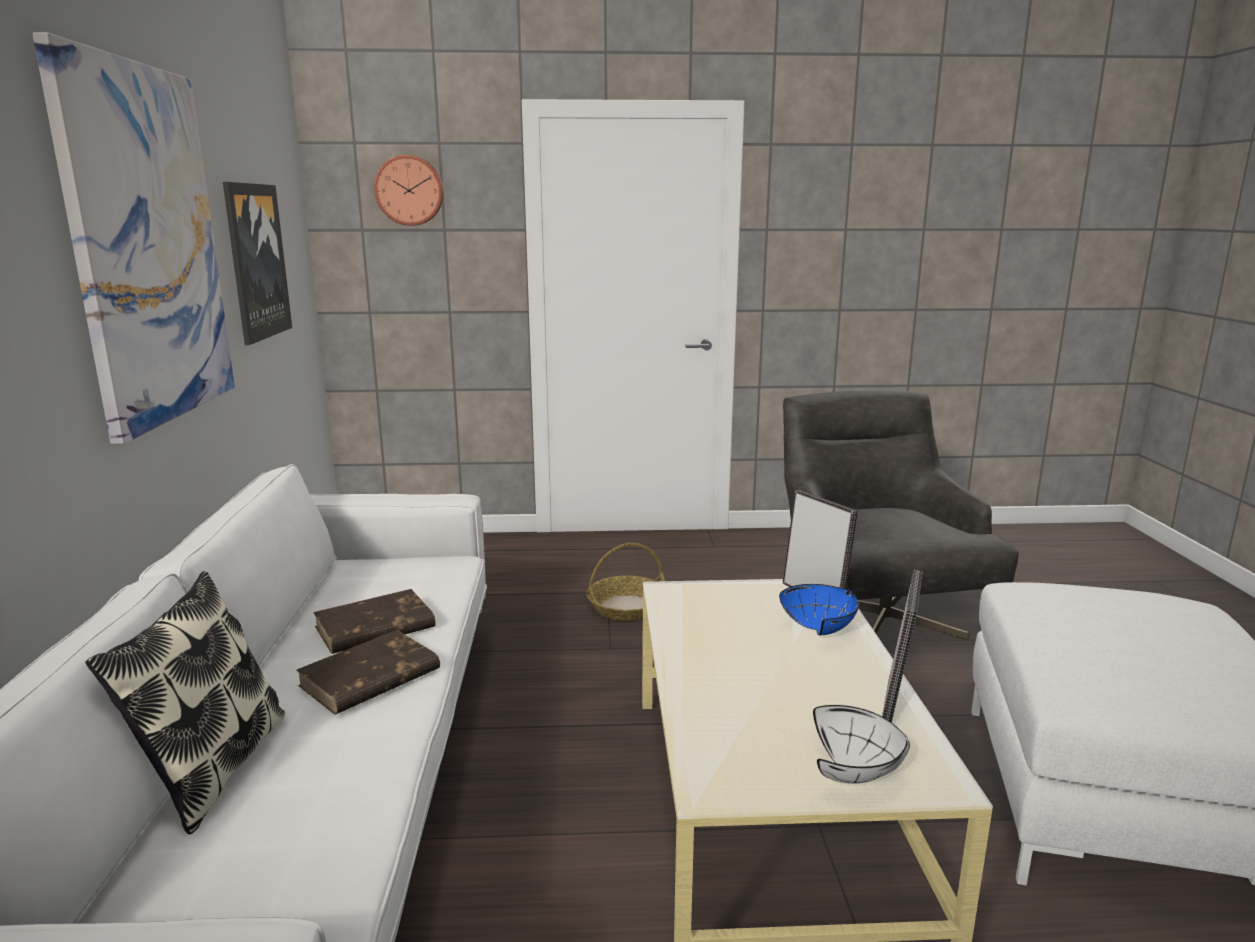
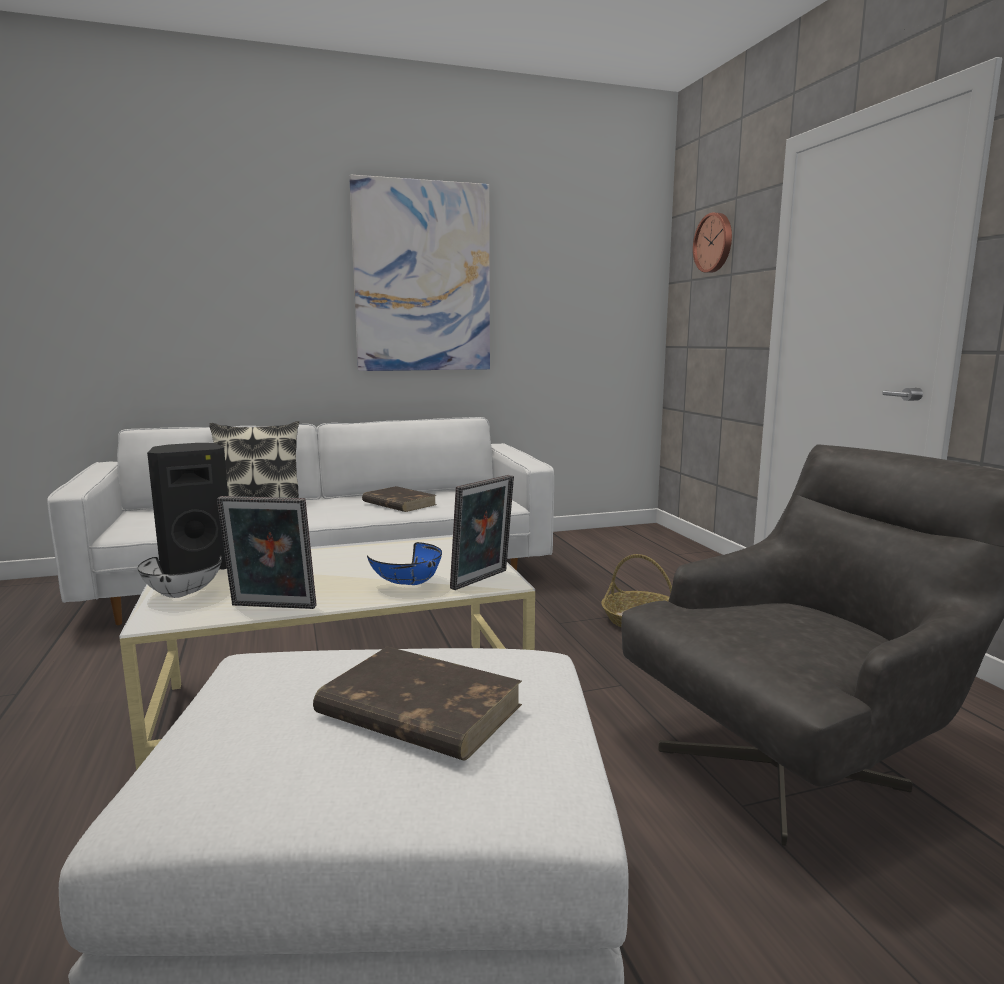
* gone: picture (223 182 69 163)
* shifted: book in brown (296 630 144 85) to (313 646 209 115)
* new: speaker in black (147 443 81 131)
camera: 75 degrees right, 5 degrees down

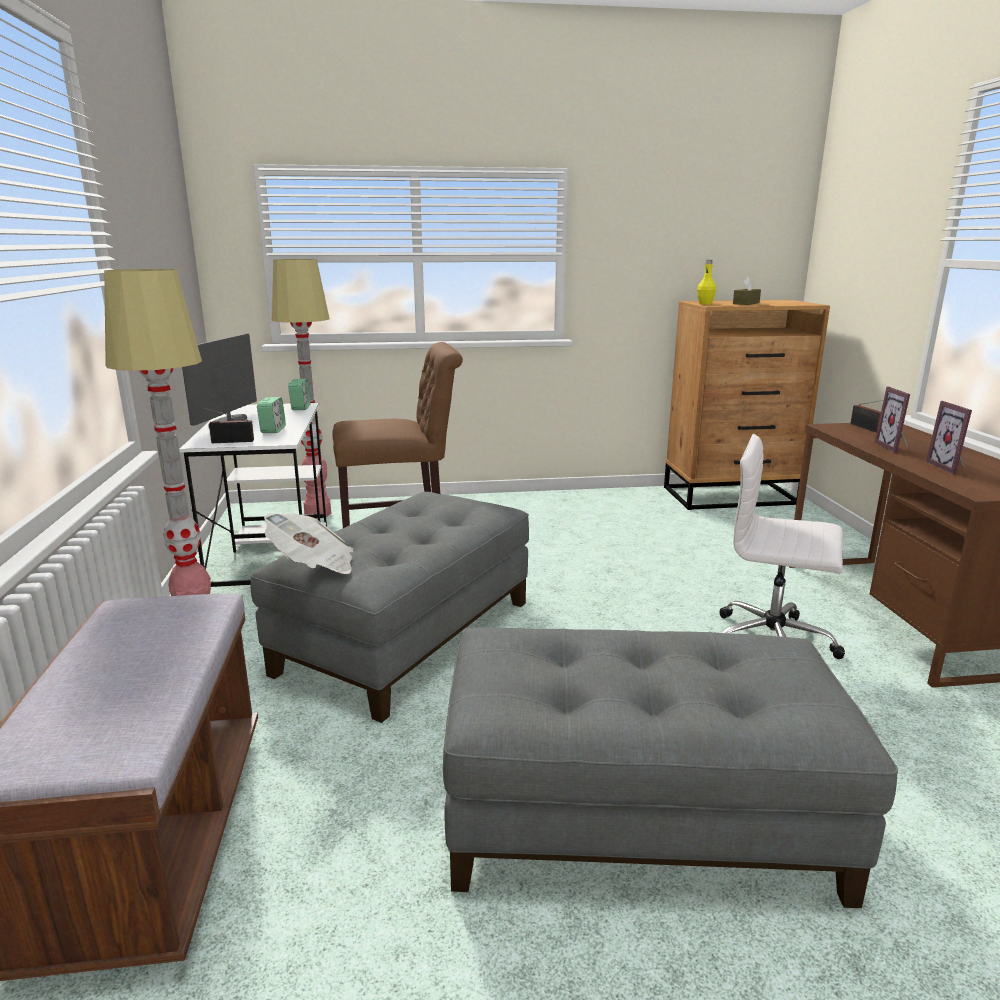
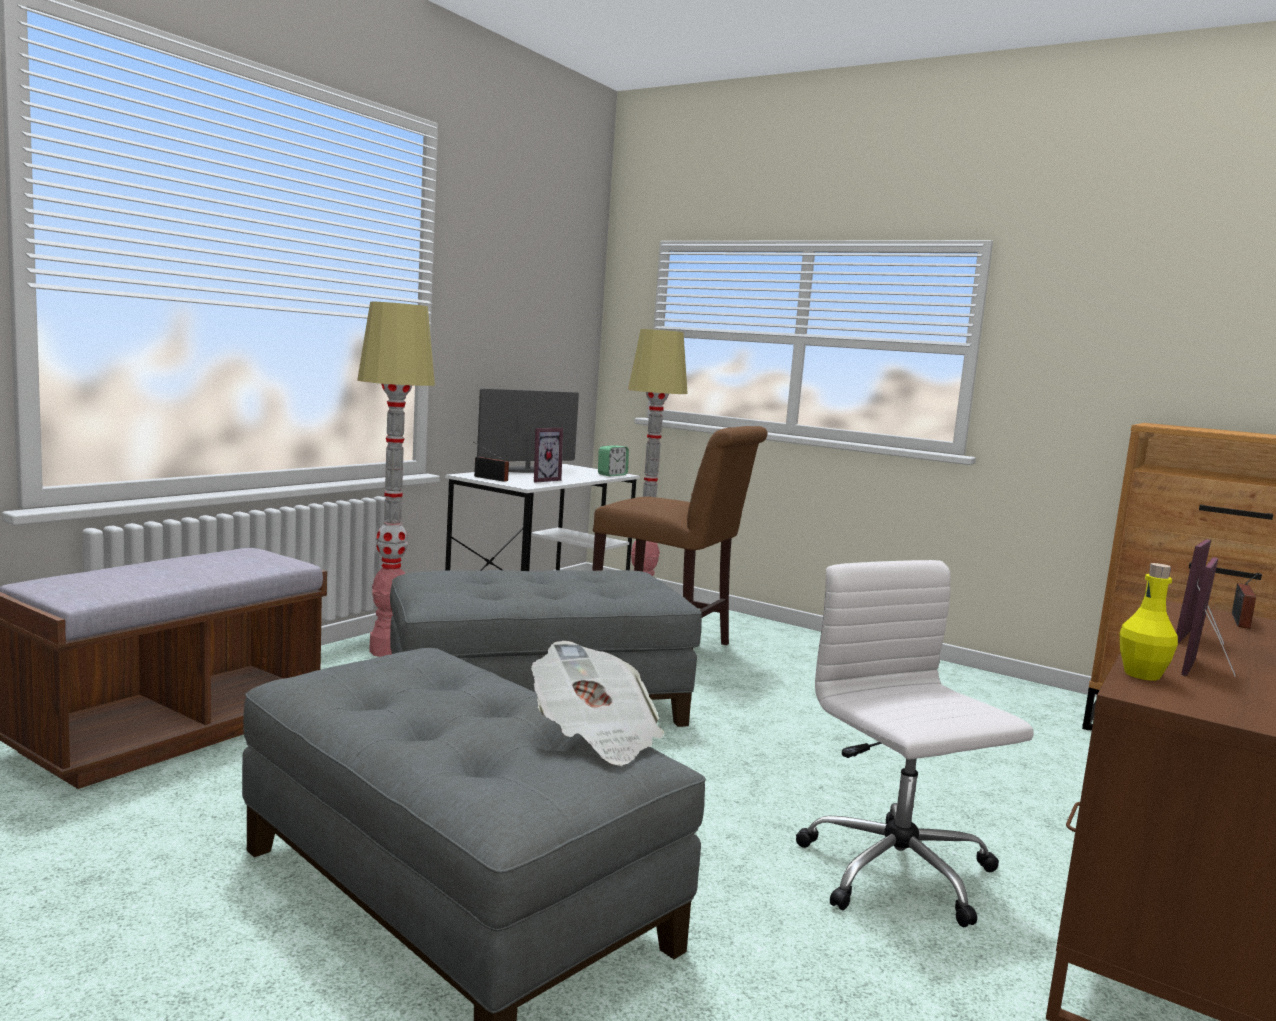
* shifted: bottle in yellow (697 260 19 45) to (1119 563 59 118)
* gone: tissue box in brown (733 276 28 29)
* swapped: alarm clock (257 397 29 36) to picture frame (534 428 29 54)
* shifted: newspaper (264 513 89 61) to (531 641 134 125)
camera: 40 degrees right, 10 degrees down

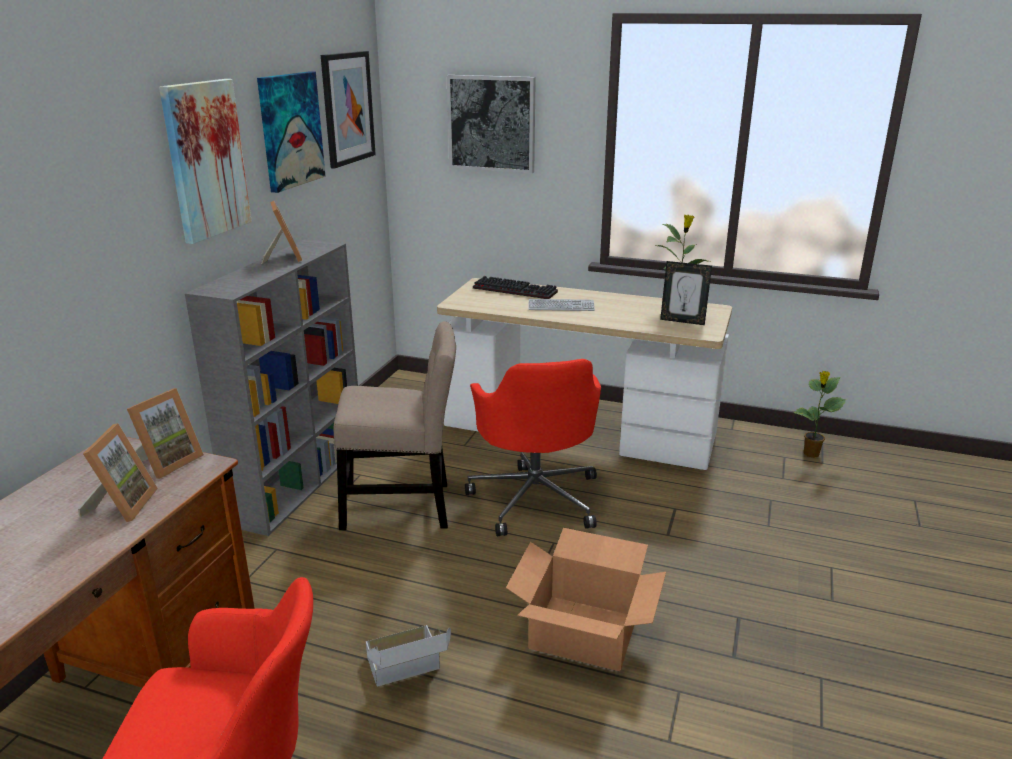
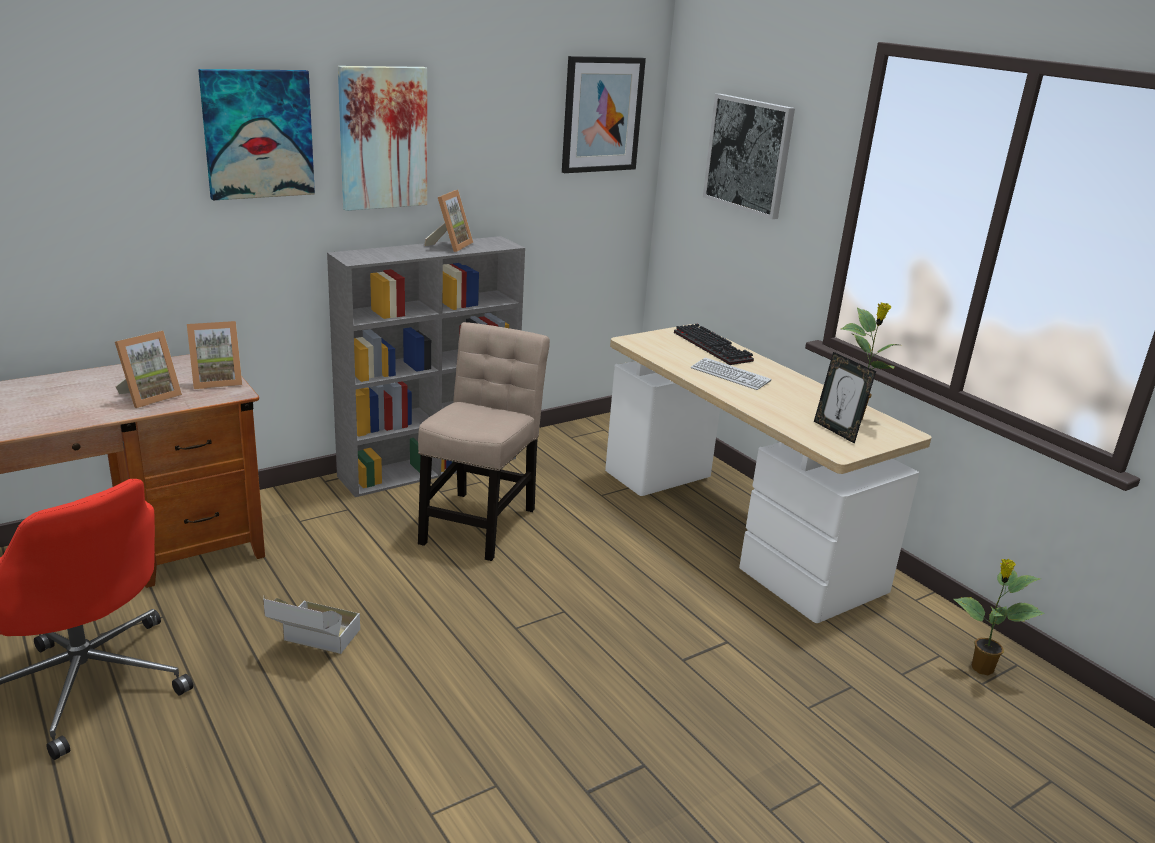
* shifted: picture (257 71 68 122) to (198 69 117 132)
* rotated: chair in beige (333 321 123 209) = (418 322 132 239) 105 degrees counterclockwise
* gone: office chair in red (465 359 136 177)
* gone: cardboard box (506 528 160 143)
camera: 35 degrees right, 0 degrees up

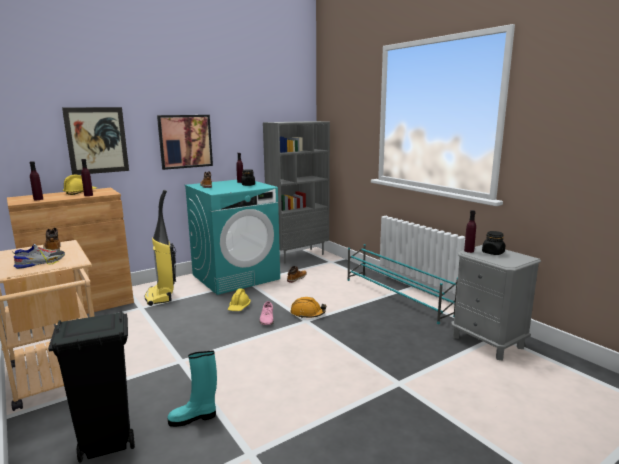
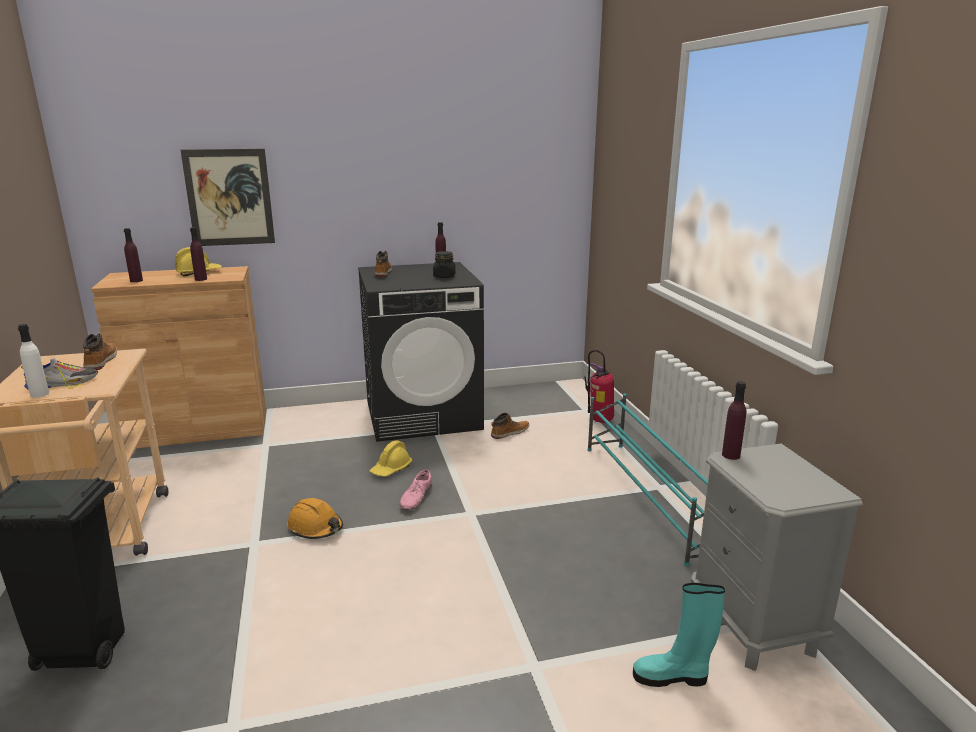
* gone: picture (157 115 56 55)
* gone: bookcase in grey (263 121 67 143)
* repainted: washing machine in turquoise (185 180 95 115) to washing machine in black (358 262 126 180)
* gone: vacuum cleaner (144 190 32 116)
* gone: jar in black (482 231 23 24)
* shifted: hard hat in orange (291 297 35 21) to (287 498 56 41)
* shifted: boot in turquoise (167 351 50 76) to (633 583 92 104)
* new: bottle in white (18 324 31 74)
* new: fire extinguisher (584 350 30 73)
camera: 20 degrees right, 5 degrees up

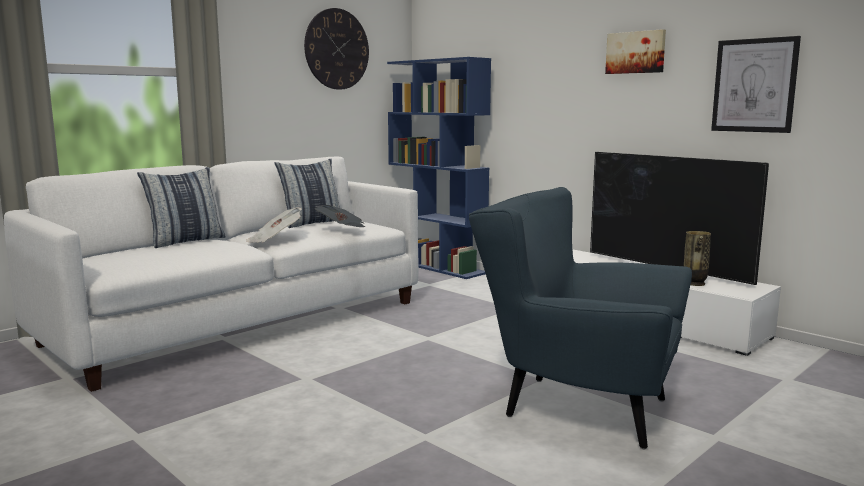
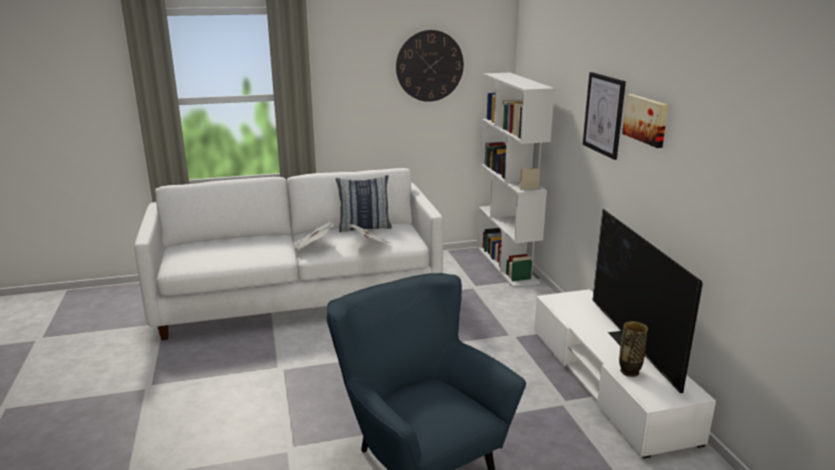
* shifted: picture (711 36 90 97) to (583 72 43 88)
* repainted: bookcase in blue (387 57 104 222) to bookcase in white (477 73 78 214)
* gone: pillow (137 167 89 81)
camera: 30 degrees right, 10 degrees up

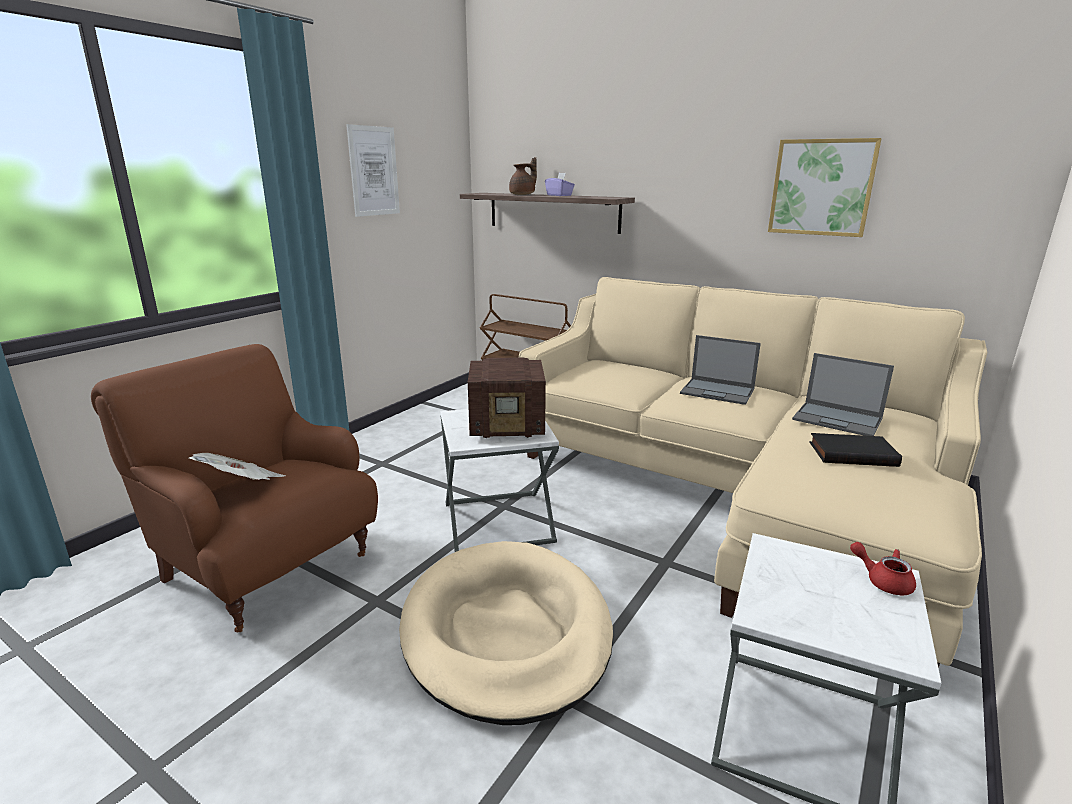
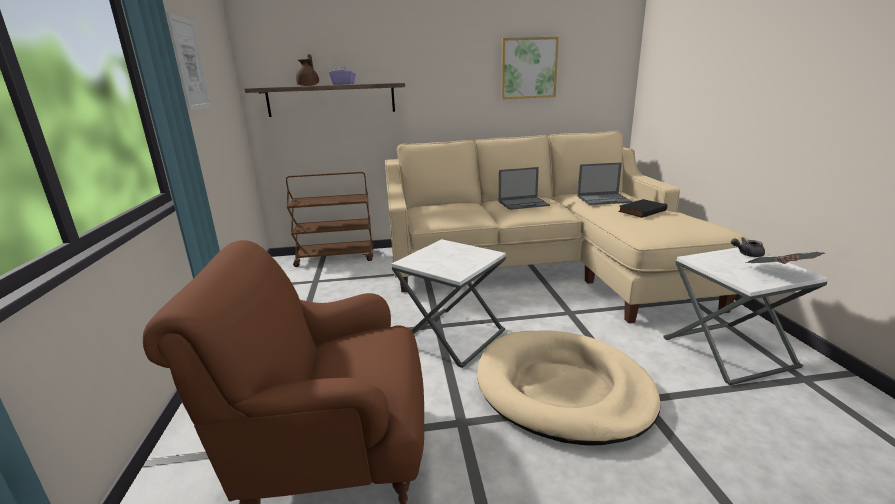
* gone: radio (468 358 78 80)
* shifted: newspaper (189 453 97 27) to (745 252 80 12)
* repainted: teapot in red (850 542 66 53) to teapot in grey (731 237 34 20)
camera: 40 degrees left, 0 degrees up

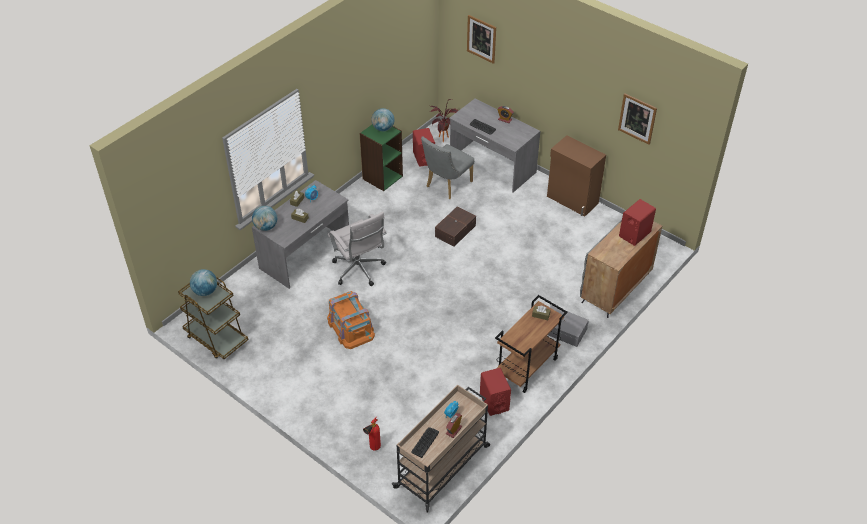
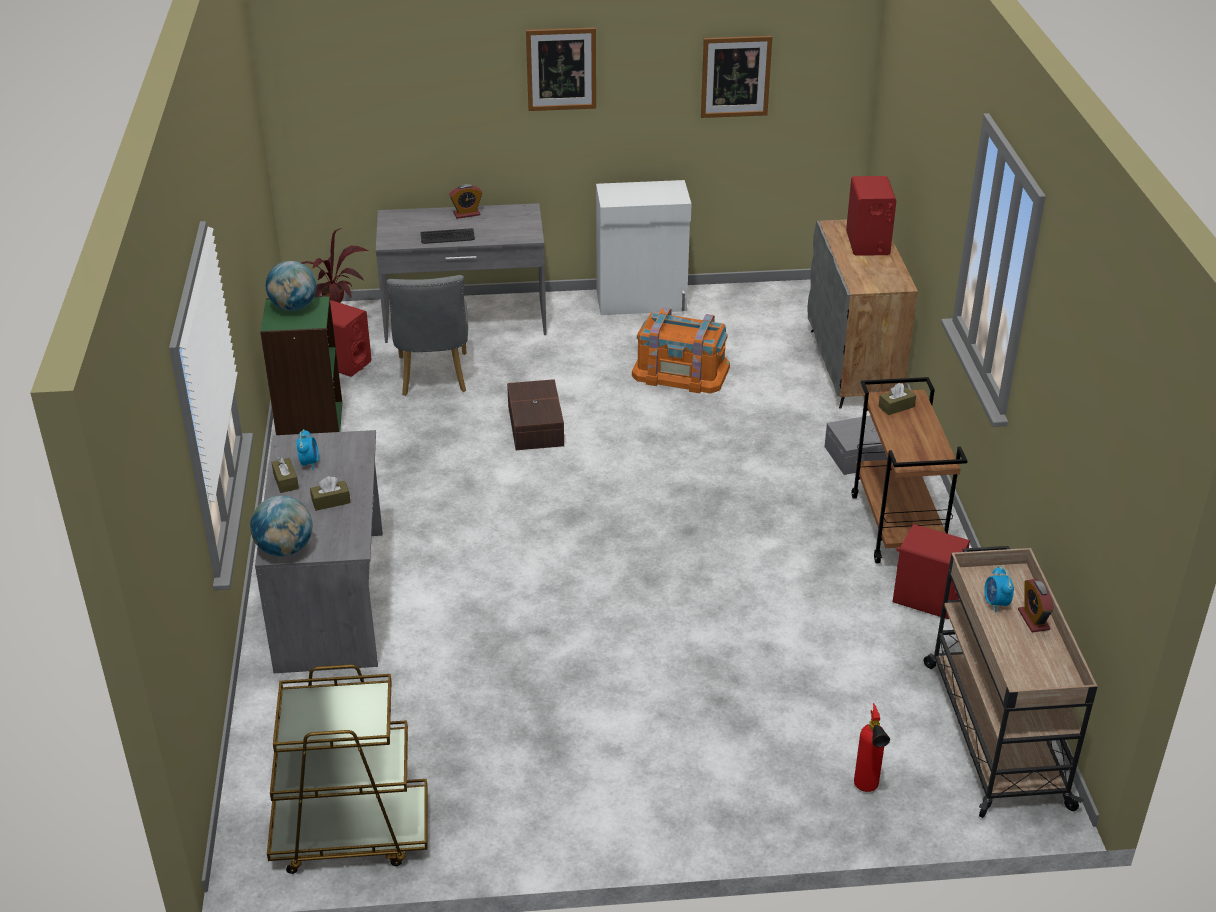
* shifted: picture (467 15 29 49) to (526 28 70 83)
* repainted: cabinet in brown (547 135 59 82) to cabinet in white (596 180 95 135)
* gone: office chair in white (328 212 59 74)
* gone: globe (190 269 27 27)
* shifted: storage box in orange (327 291 48 58) to (632 307 98 86)
* gone: keyboard (412 427 27 31)
camera: 45 degrees left, 10 degrees down

